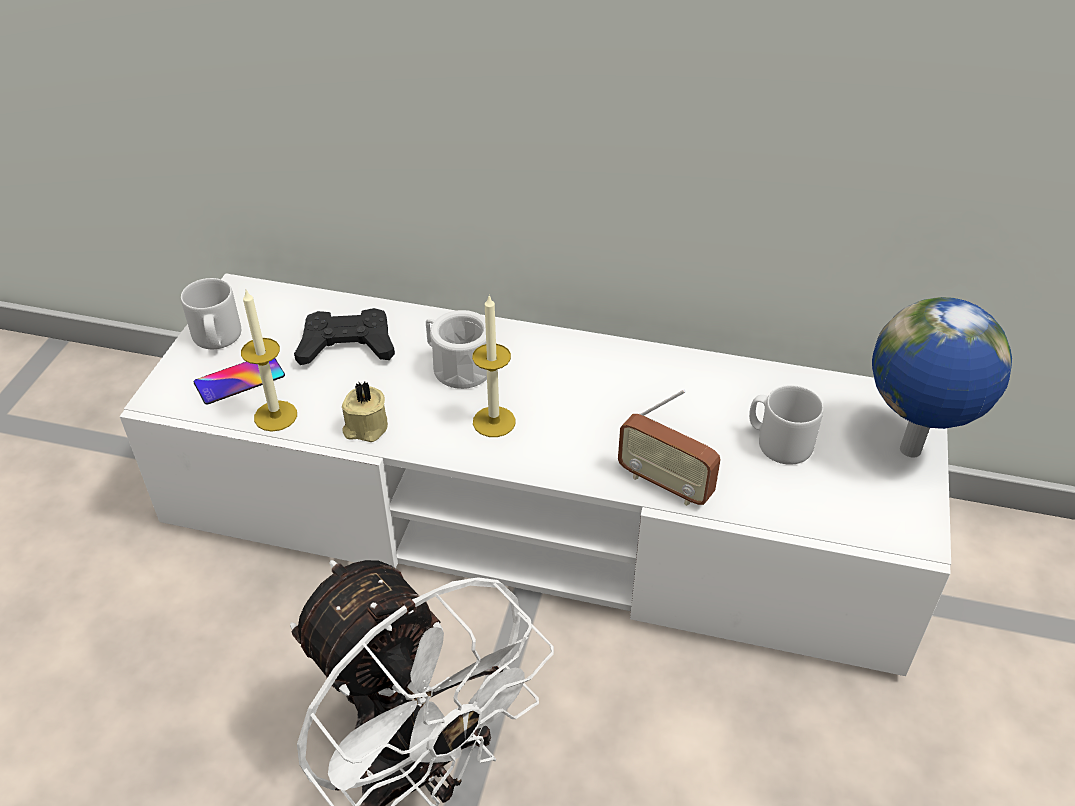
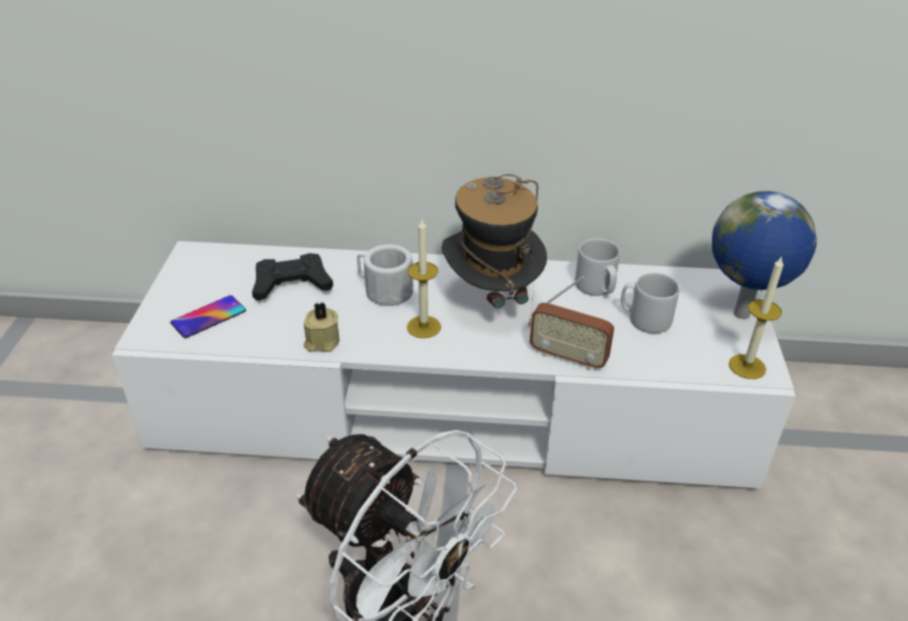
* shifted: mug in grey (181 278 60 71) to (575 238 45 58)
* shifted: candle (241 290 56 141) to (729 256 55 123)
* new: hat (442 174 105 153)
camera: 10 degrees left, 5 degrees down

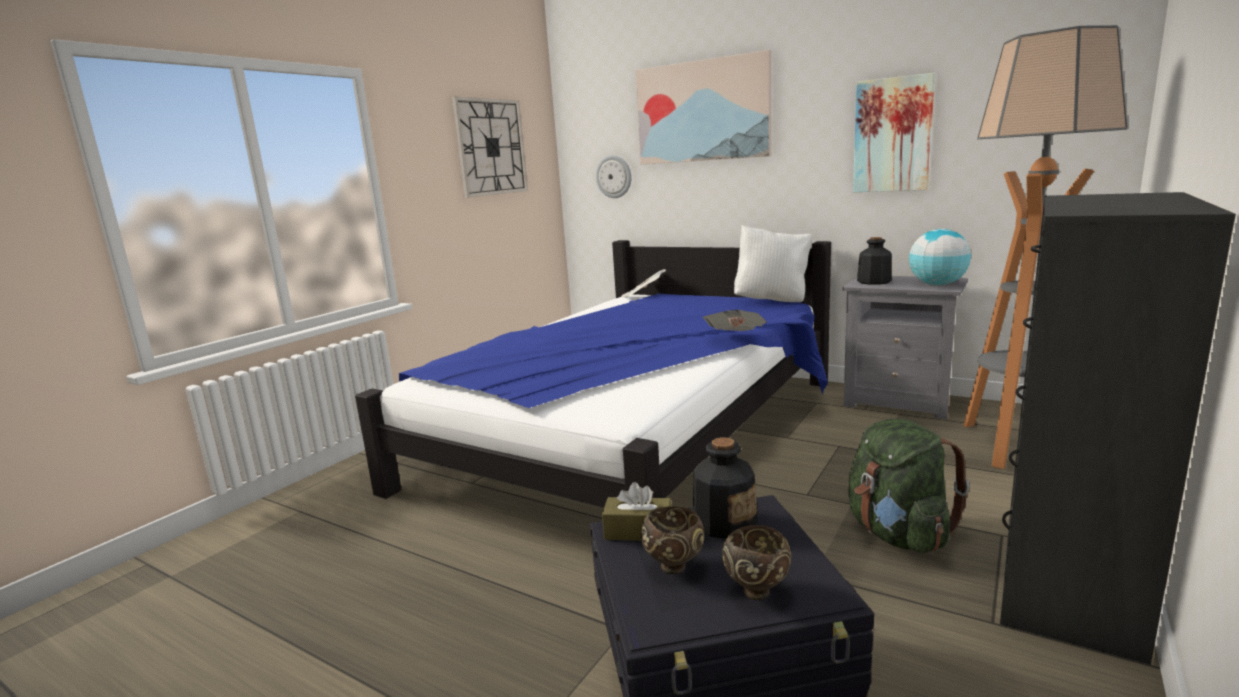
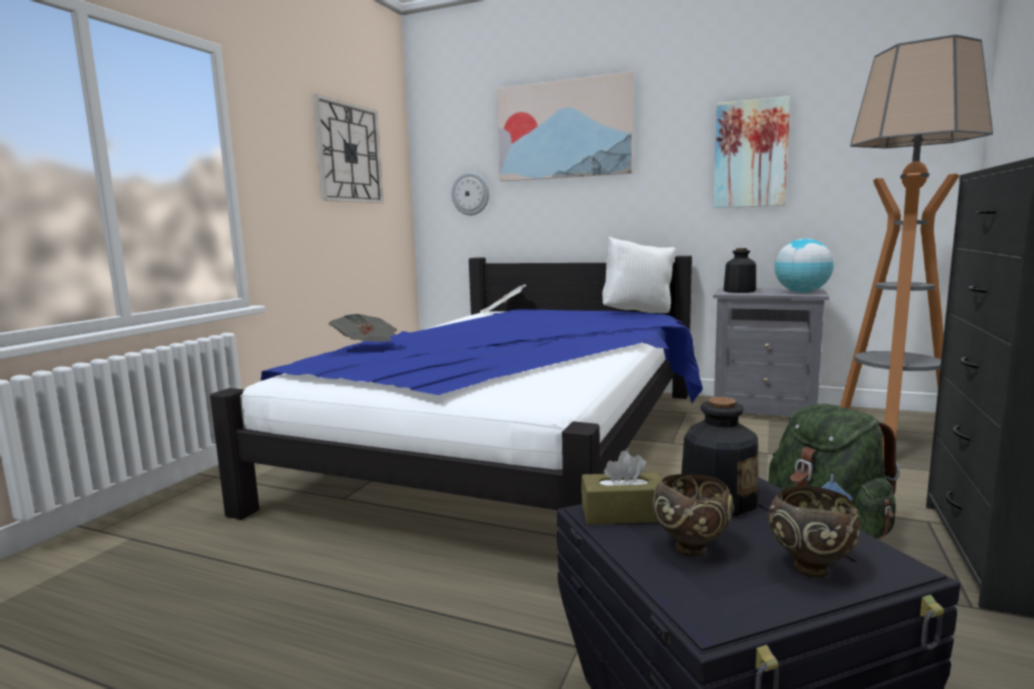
* shifted: newspaper (703 310 64 21) to (329 314 68 28)
camera: 10 degrees left, 5 degrees down

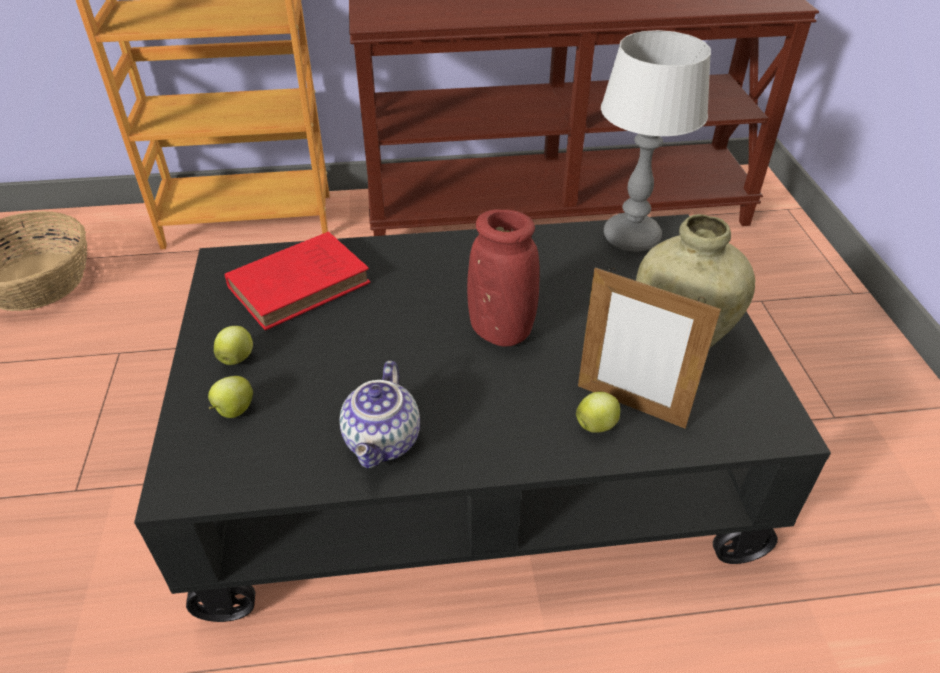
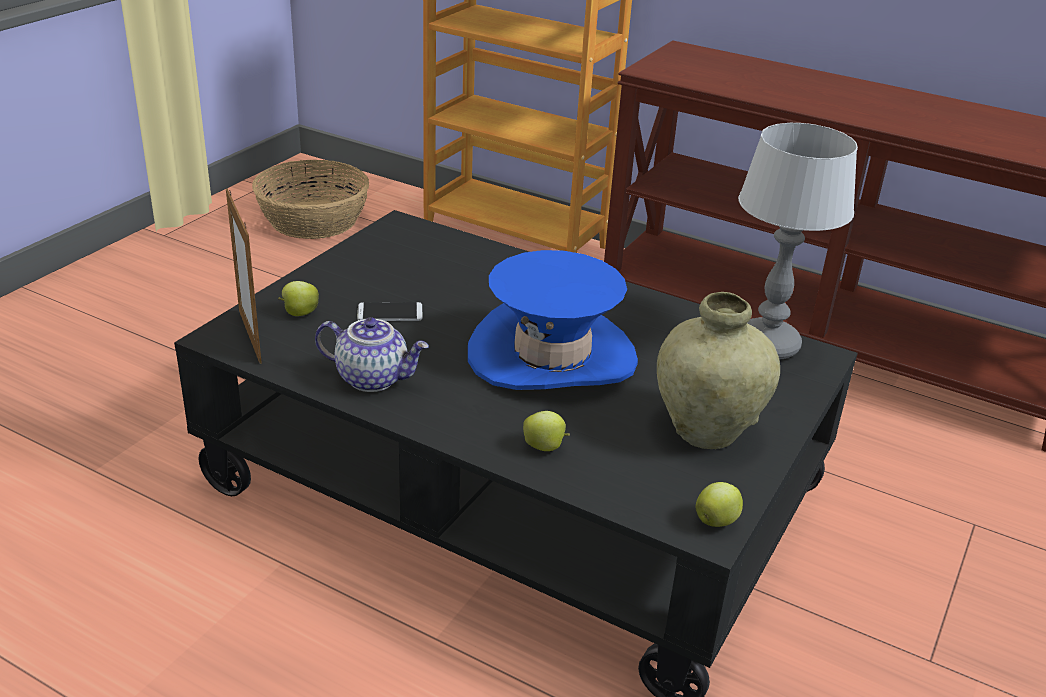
* swapped: vase in red (467 210 73 136) to hat in blue (468 250 170 140)
* gone: book in red (225 232 145 98)
* shifted: picture frame (578 267 143 162) to (226 188 36 176)
* shifted: apple (214 326 39 39) to (696 482 47 45)
* rotated: teapot (340 360 80 108) = (315 317 114 75) 120 degrees counterclockwise
* new: phone (357 302 65 19)
camera: 35 degrees right, 10 degrees down

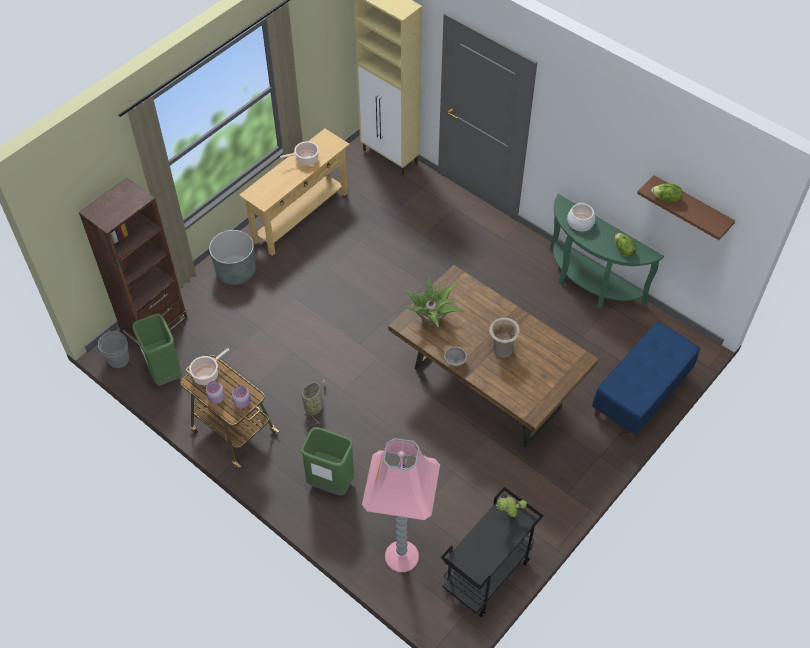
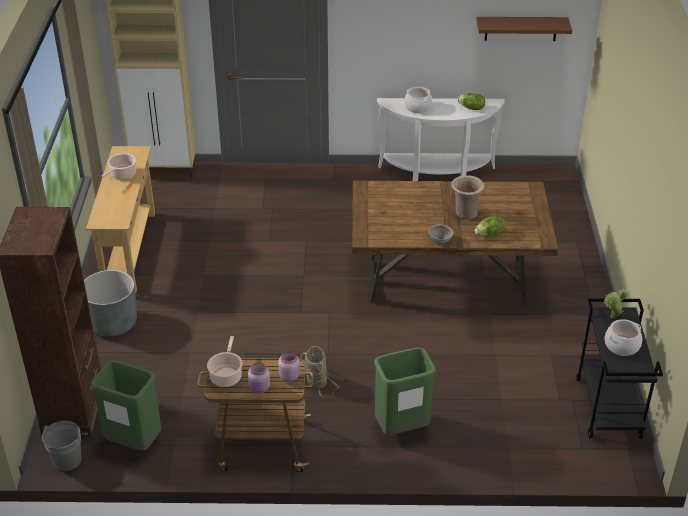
* shifted: lettuce (651 183 31 19) to (475 216 30 20)
* repainted: console table in green (550 194 114 115) to console table in white (377 98 128 83)
* gone: potted plant (403 277 61 51)
* gone: bench in blue (592 322 108 118)
* gone: floor lamp in pink (362 438 78 134)
* new: cooking pot (605 319 37 37)
camera: 40 degrees left, 15 degrees down

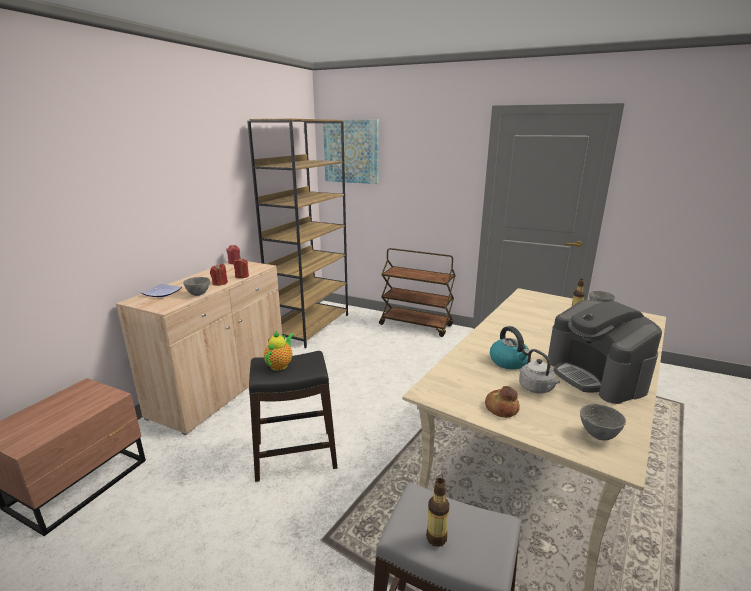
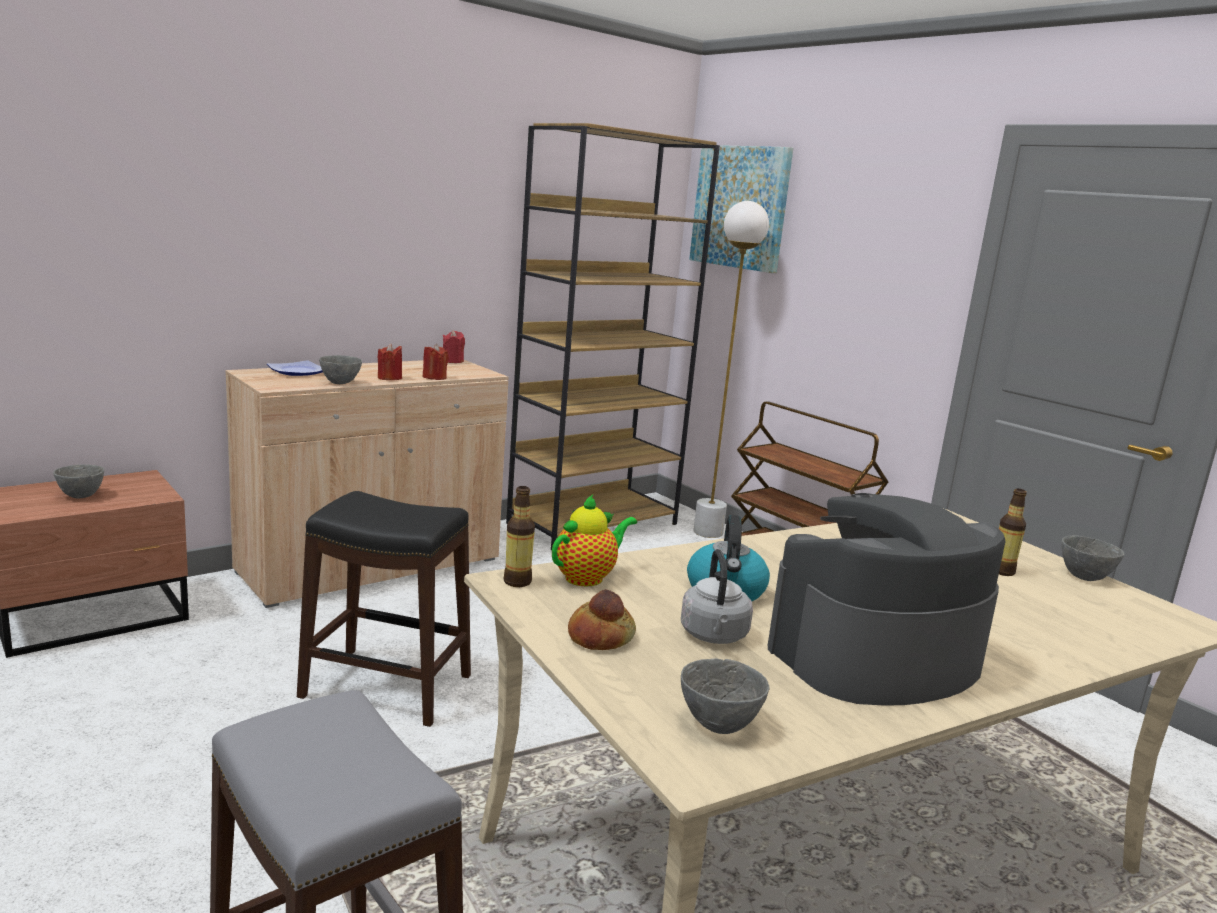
* rotated: coffee machine (548 300 114 104) = (768 493 238 212) 60 degrees clockwise
* shifted: teapot (264 331 30 40) to (552 494 85 92)
* shifted: bottle (426 478 23 69) to (504 486 31 101)
* new: floor lamp in white (693 201 76 337)
* new: bowl in grey (53 464 51 34)
camera: 25 degrees right, 5 degrees down

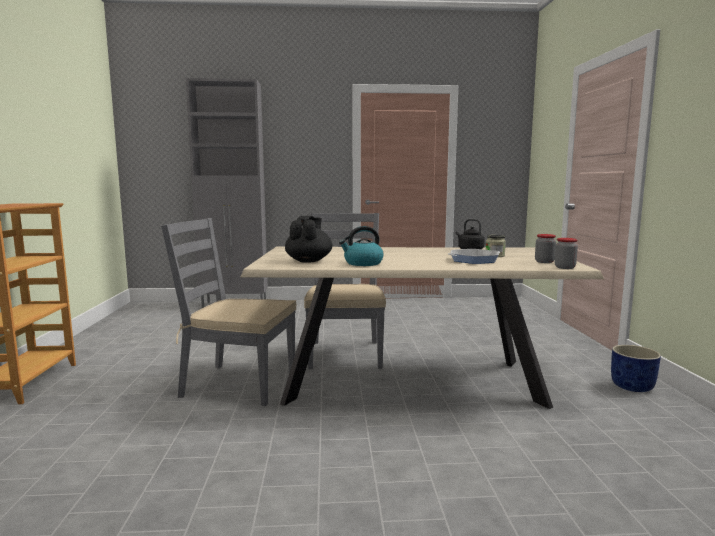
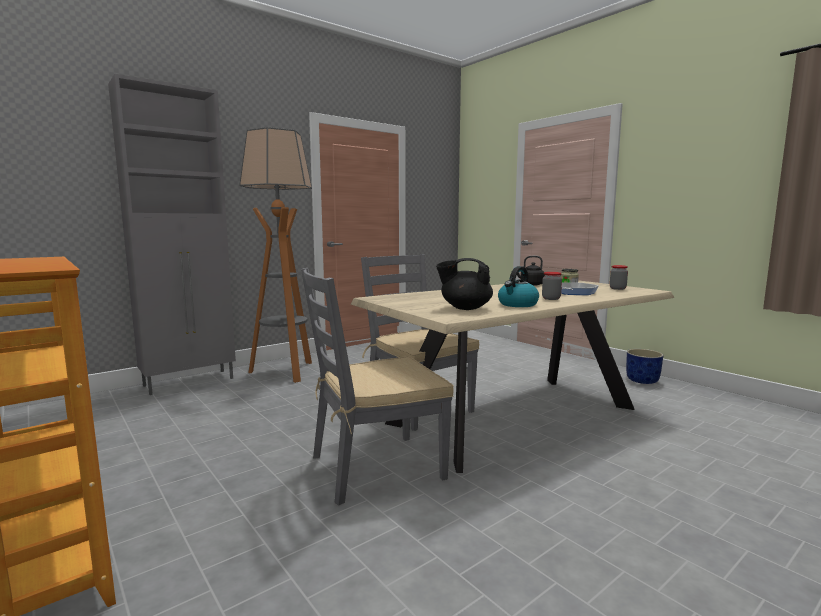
* rotated: teapot in black (285 216 48 47) = (436 258 57 52) 60 degrees counterclockwise
* shifted: jar (554 238 24 31) to (542 272 20 28)
* new: floor lamp (239 127 73 256)
camera: 35 degrees left, 0 degrees up

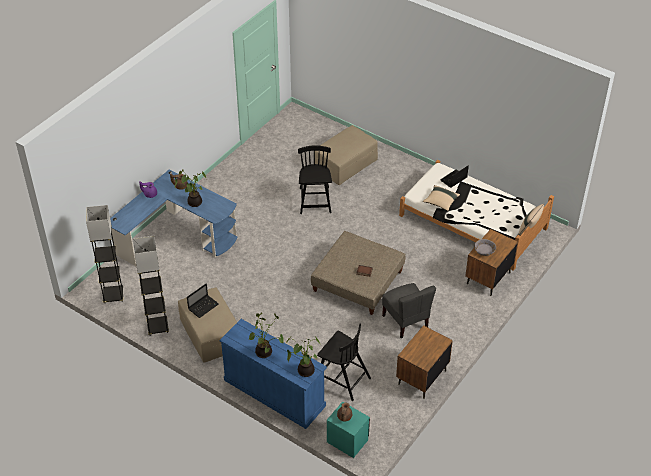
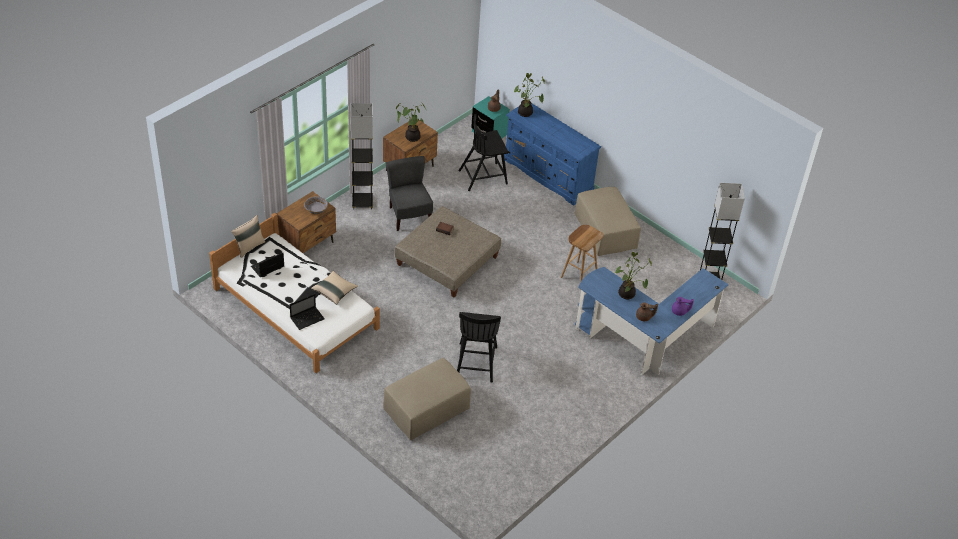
* shifted: floor lamp in grey (133 236 36 100) to (351 103 22 106)
* shifted: laptop (187 283 32 35) to (251 253 33 24)
* shifted: potted plant (249 313 35 45) to (396 103 30 39)
* rotated: chair in black (317 323 54 78) = (459 114 49 77) 60 degrees counterclockwise
* new: stool in brown (561 225 43 57)
camera: 175 degrees left, 0 degrees up

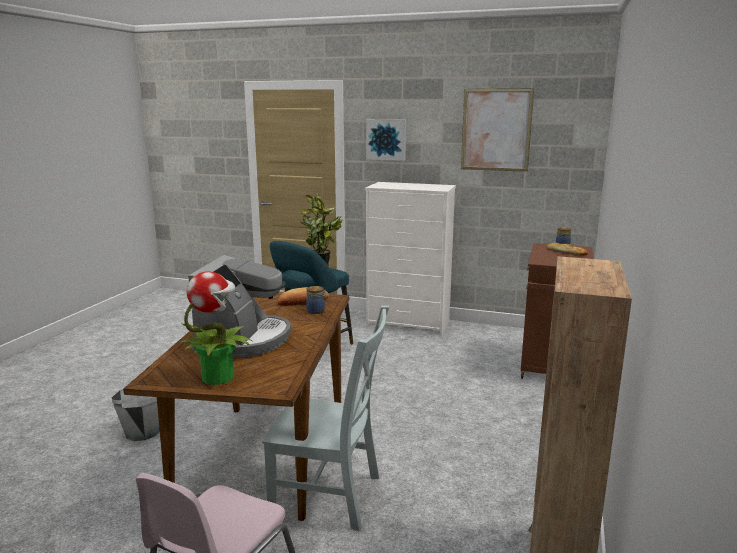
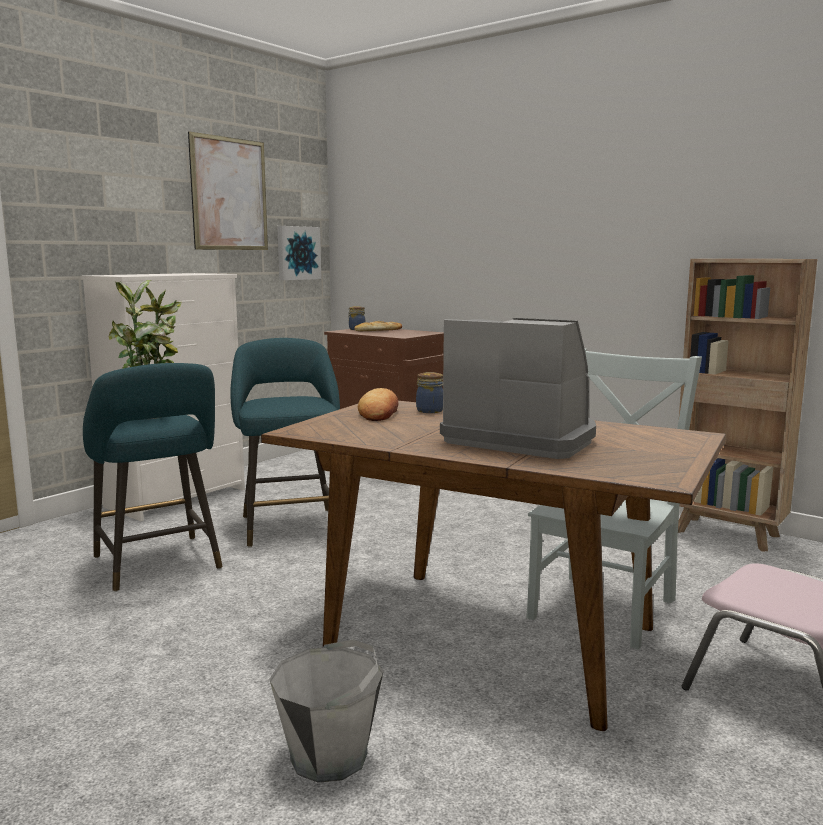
* shifted: picture (366 119 40 42) to (277 226 44 54)
* gone: potted plant (180 271 72 114)
* new: stool in turquoise (230 338 110 209)
camera: 70 degrees left, 5 degrees down

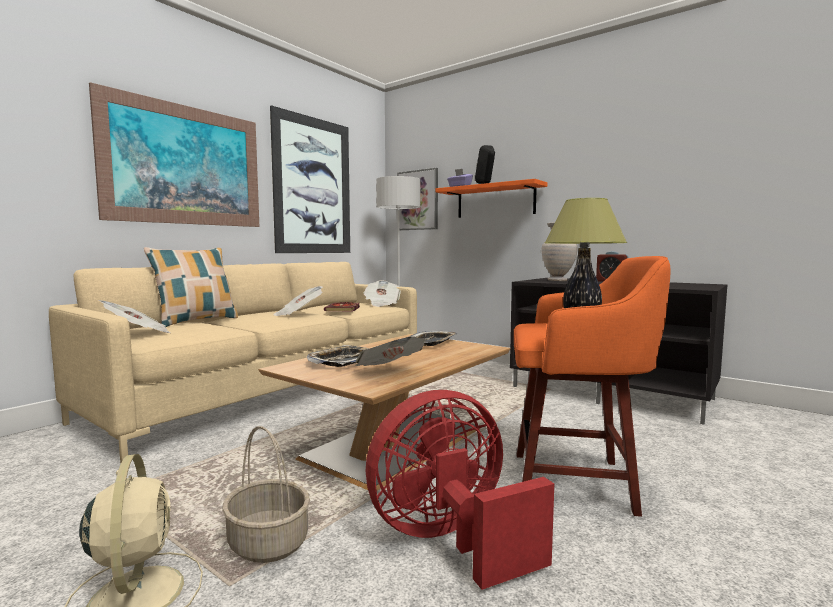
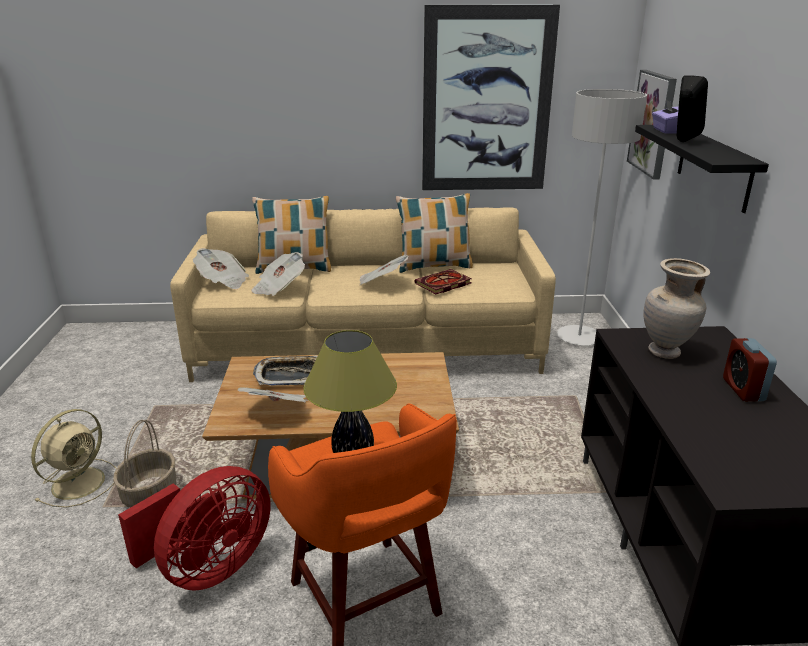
* gone: picture (89 82 170 145)
* repainted: shelf in orange (435 179 112 39) to shelf in black (635 125 134 88)
* shifted: newspaper (363 280 38 27) to (251 252 54 44)
* gone: tray (409 331 48 15)
* rotated: fan in red (366 390 188 200) = (118 466 153 125) 105 degrees clockwise
* new: pillow (396 193 77 80)
camera: 50 degrees right, 20 degrees up

